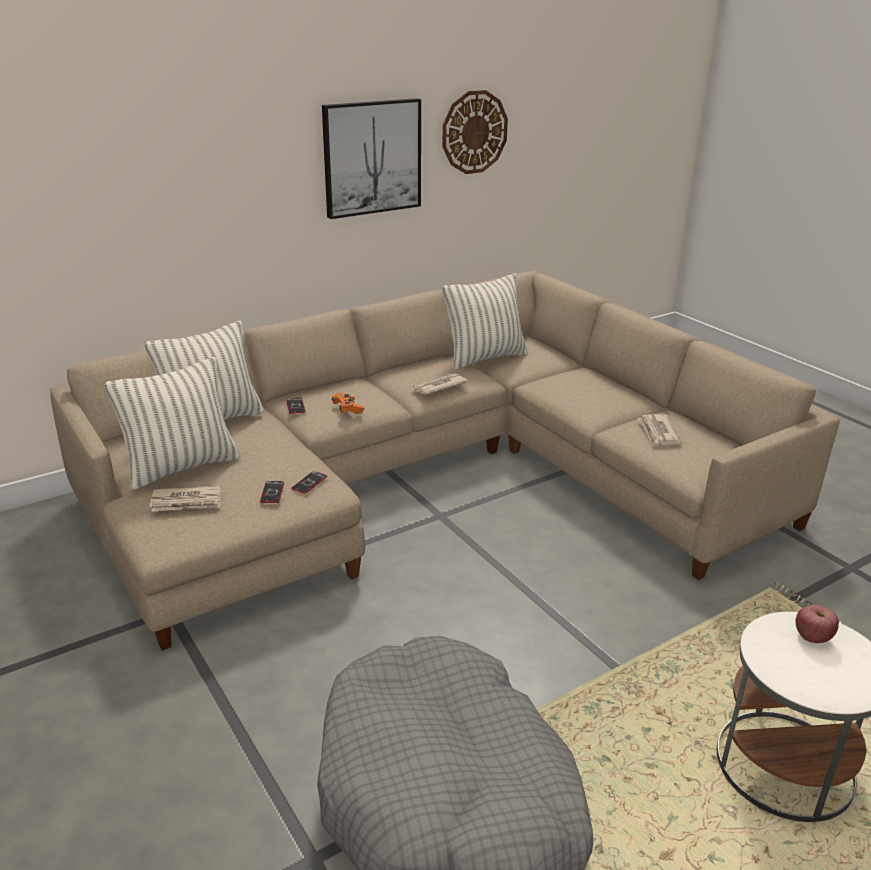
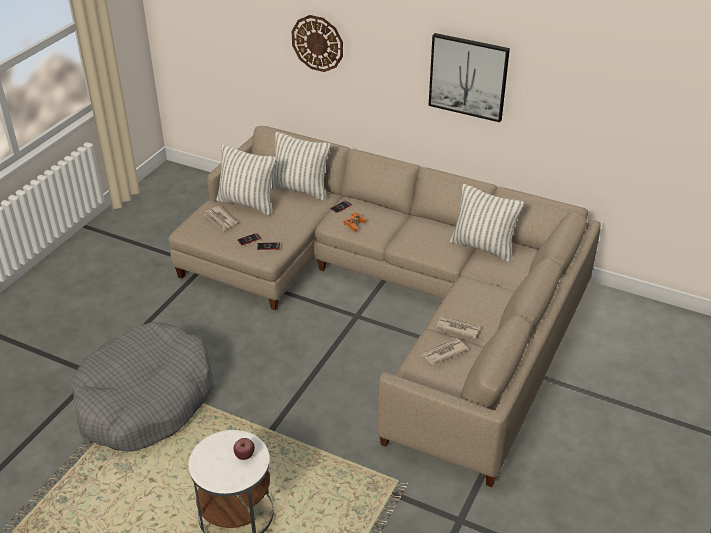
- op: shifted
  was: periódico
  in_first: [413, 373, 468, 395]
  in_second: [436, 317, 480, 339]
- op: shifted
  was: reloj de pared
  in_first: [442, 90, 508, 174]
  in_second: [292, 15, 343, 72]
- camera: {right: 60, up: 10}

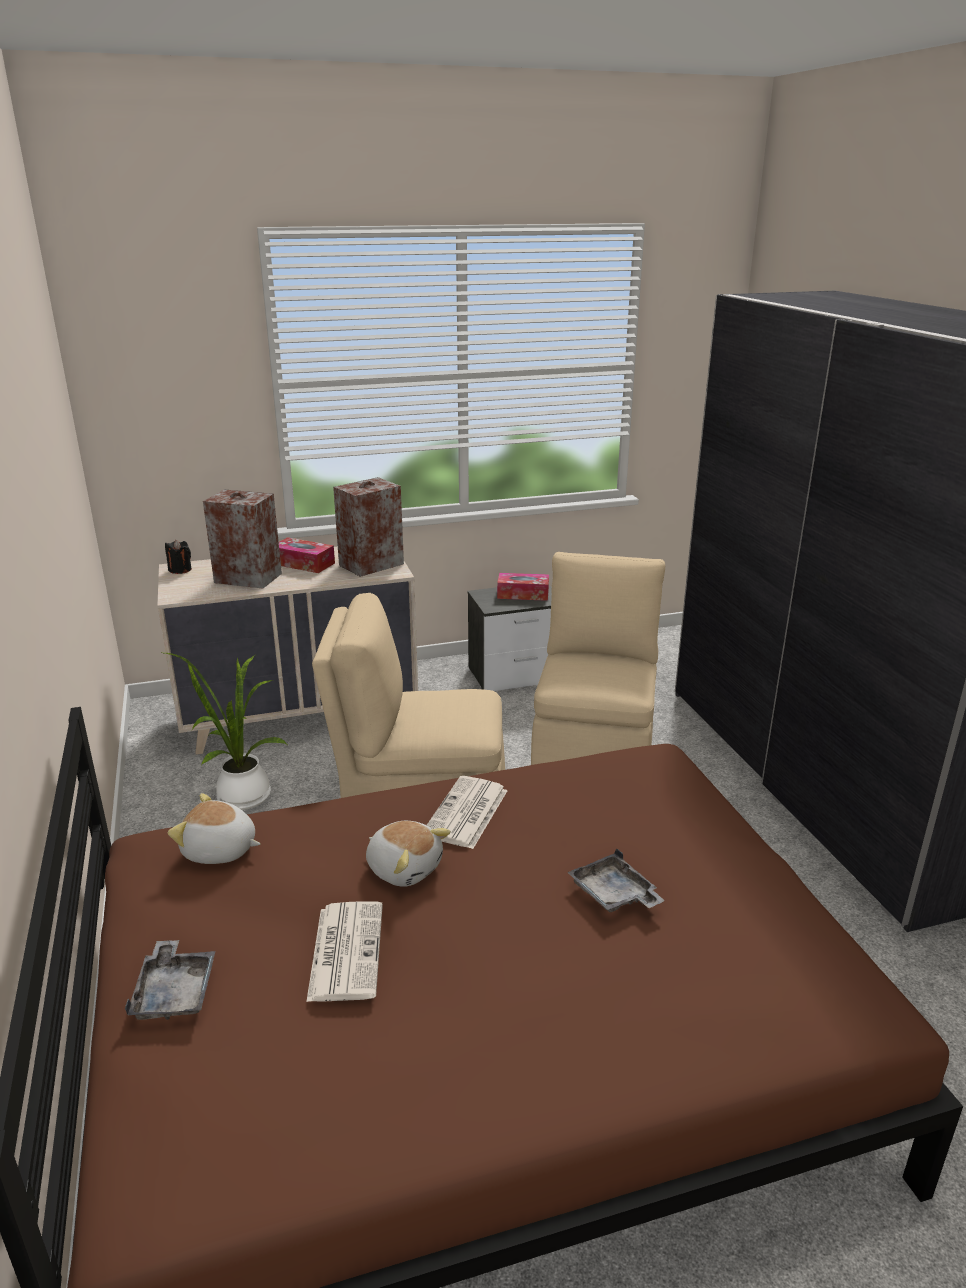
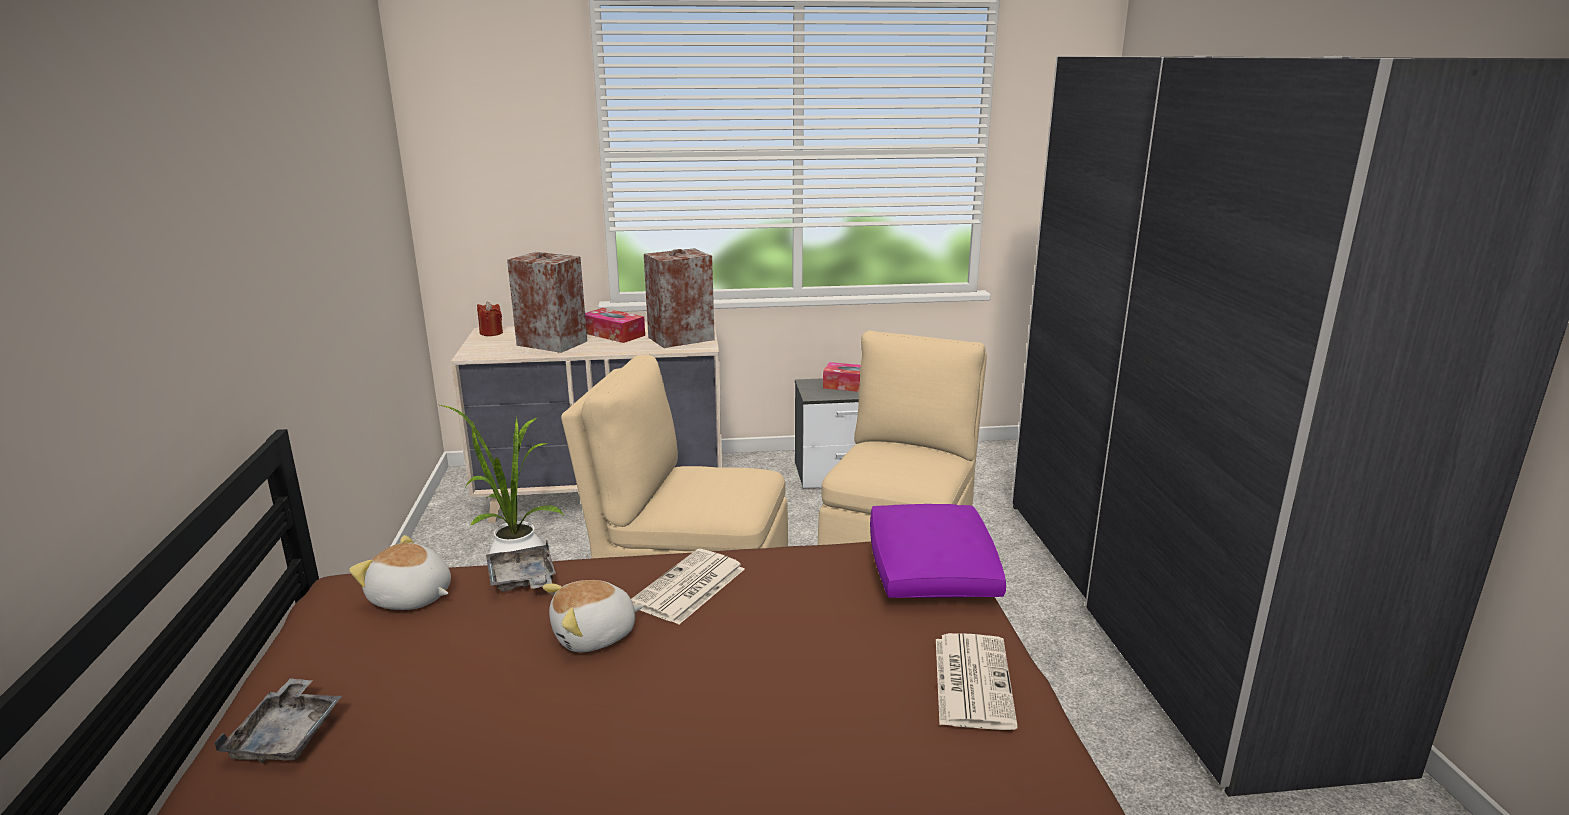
- op: repainted
  was: vela (negro)
  now: vela (rojo)
  in_first: [165, 540, 192, 574]
  in_second: [477, 302, 503, 336]
- op: shifted
  was: periódico
  in_first: [306, 901, 383, 1002]
  in_second: [936, 633, 1018, 730]
- op: rotated
  was: peluche
  in_first: [366, 821, 451, 887]
  in_second: [543, 580, 644, 652]
  clockwise: 105
- op: shifted
  was: bandeja (gris)
  in_first: [567, 848, 665, 912]
  in_second: [486, 541, 556, 592]
- op: new
  now: cojín (morado)
  in_second: [870, 504, 1006, 598]
- camera: {right: 10, up: -5}

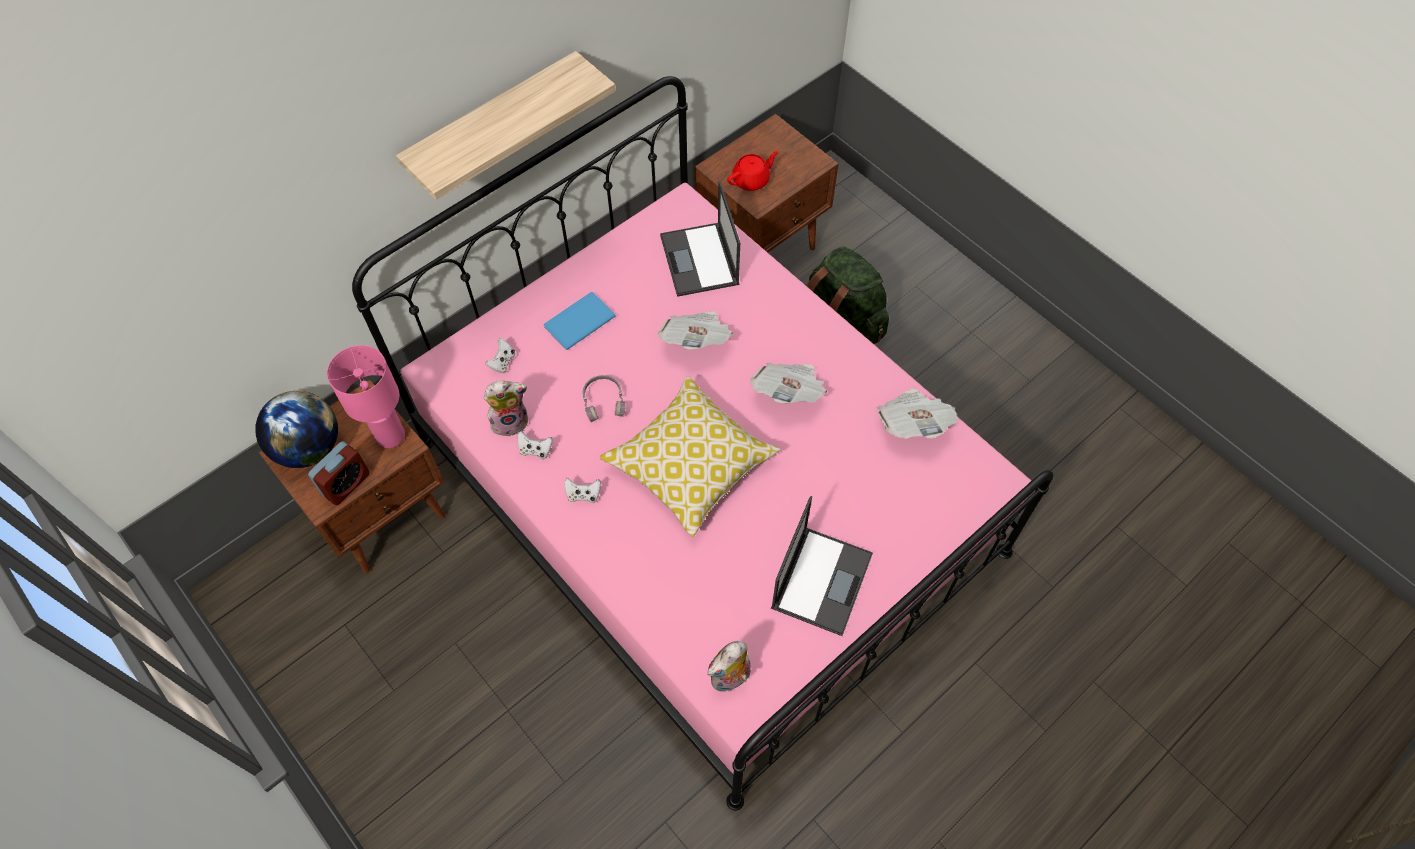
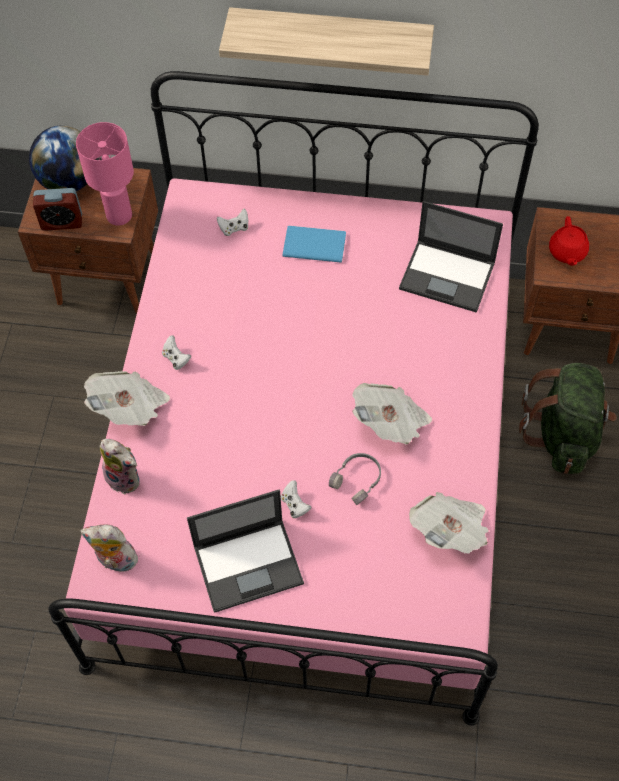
- op: shifted
  was: peluche
  in_first: [483, 381, 528, 437]
  in_second: [100, 439, 139, 495]
- op: shifted
  was: mando de consola (blanco)
  in_first: [518, 431, 553, 459]
  in_second: [281, 480, 311, 519]
- op: shifted
  was: auriculares (gris)
  in_first: [583, 375, 626, 422]
  in_second: [329, 453, 381, 505]
- op: gone
  was: cojín
  in_first: [599, 376, 781, 537]
- op: shifted
  was: periódico
  in_first: [658, 311, 733, 350]
  in_second: [84, 371, 170, 426]
- op: rotated
  was: portátil
  in_first: [660, 181, 740, 297]
  in_second: [399, 201, 503, 312]
  clockwise: -105
- op: rotated
  was: tetera (rojo)
  in_first: [727, 151, 778, 191]
  in_second: [549, 216, 589, 266]
  clockwise: 75
- camera: {right: 50, up: 0}

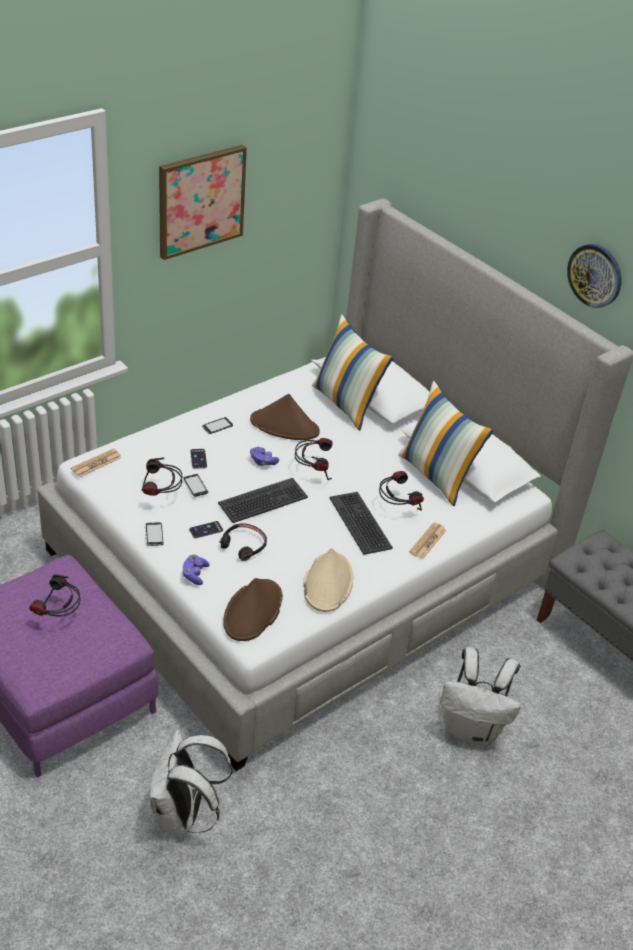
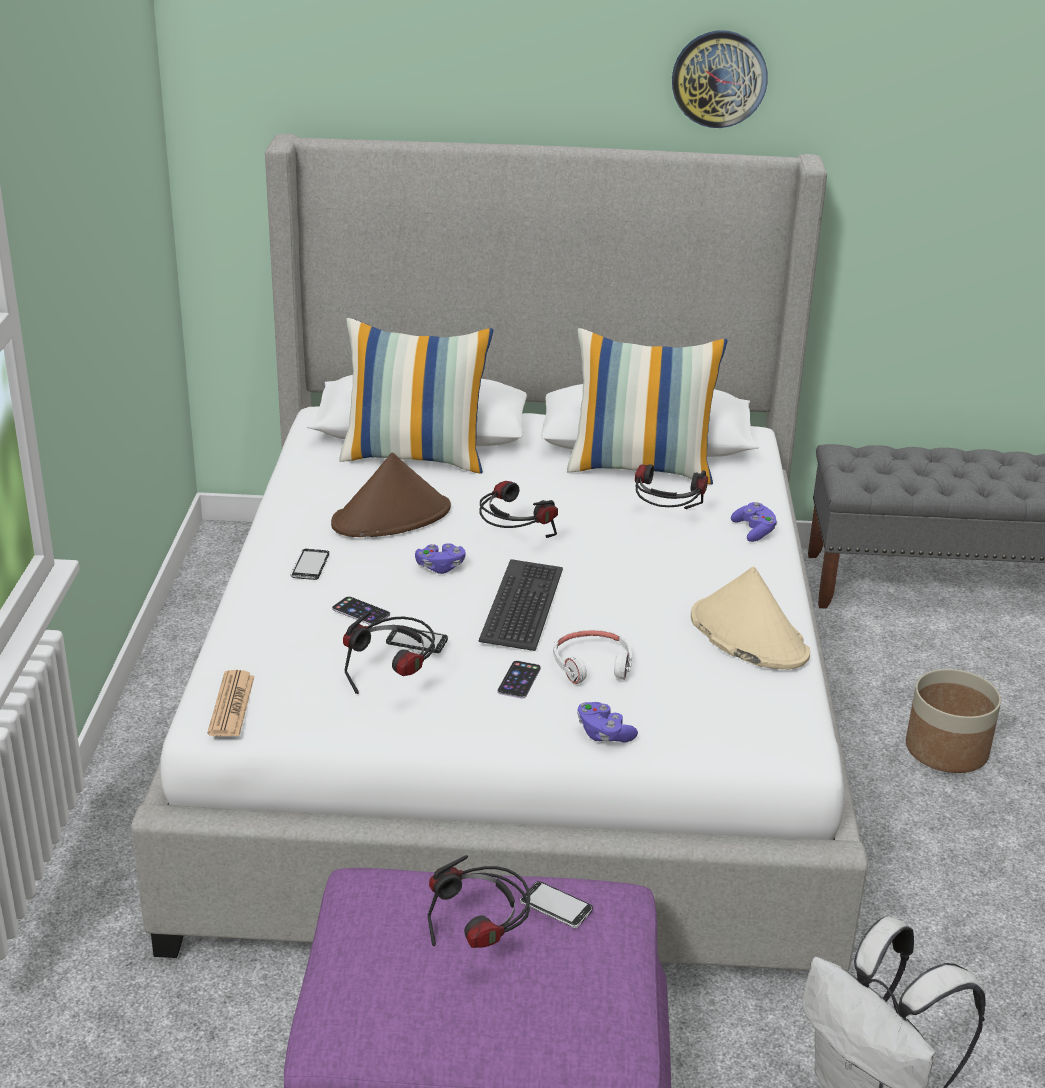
- op: shifted
  was: móvil
  in_first: [145, 522, 163, 546]
  in_second: [520, 881, 593, 928]
- op: gone
  was: cuadro
  in_first: [159, 145, 247, 260]
- op: repainted
  was: auriculares (negro)
  now: auriculares (blanco)
  in_first: [220, 523, 267, 561]
  in_second: [553, 629, 632, 684]
- op: gone
  was: sombrero (marrón)
  in_first: [223, 578, 283, 641]
- op: gone
  was: teclado
  in_first: [329, 492, 393, 555]
- op: swapped
  was: periódico
  now: mando de consola (morado)
  in_first: [409, 522, 447, 560]
  in_second: [731, 502, 777, 542]
- op: swapped
  was: mochila (blanco)
  now: maceta
  in_first: [440, 647, 521, 746]
  in_second: [906, 669, 1001, 773]
- camera: {right: -45, up: -10}

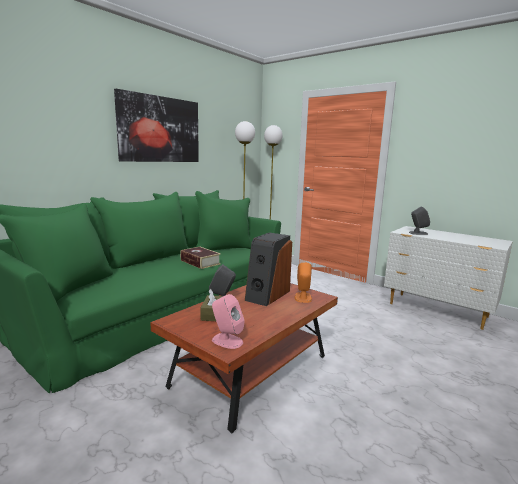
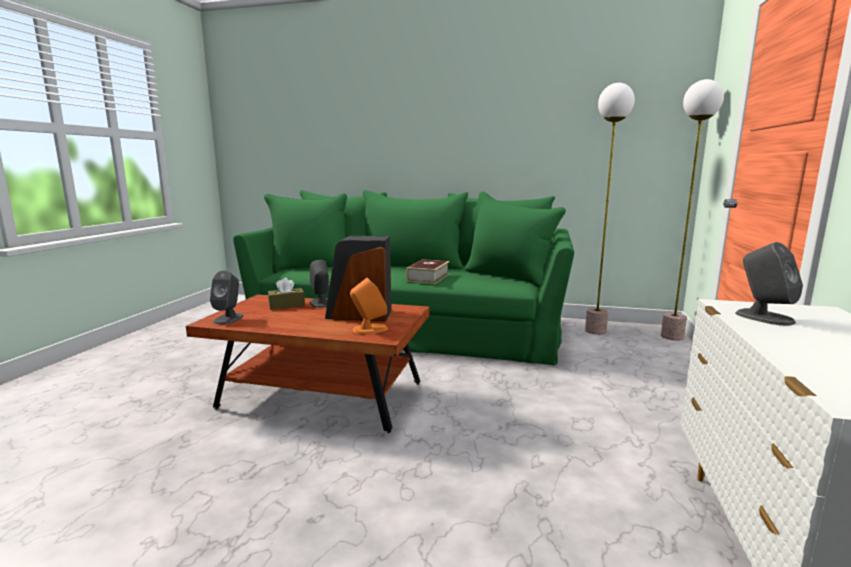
- op: gone
  was: cuadro
  in_first: [114, 89, 199, 162]
- op: repainted
  was: altavoz (rosa)
  now: altavoz (gris)
  in_first: [212, 294, 245, 349]
  in_second: [210, 270, 243, 324]
- camera: {right: 65, up: 0}

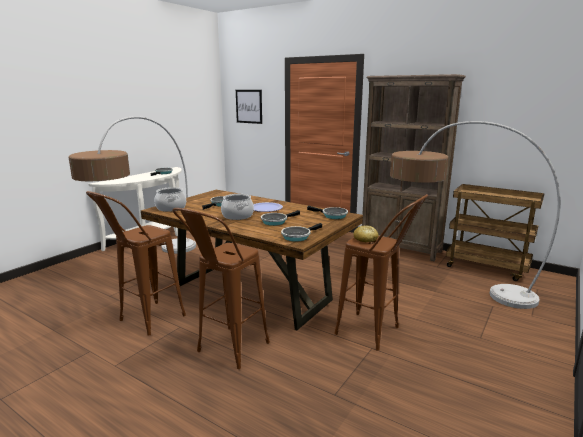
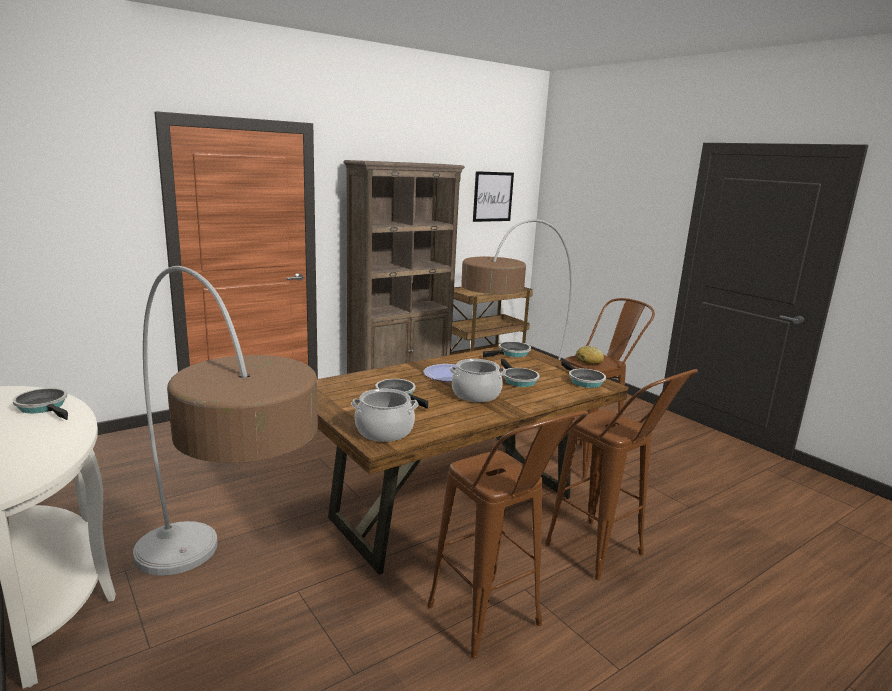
- op: shifted
  was: cuadro
  in_first: [236, 90, 262, 124]
  in_second: [473, 171, 514, 222]
- camera: {right: -70, up: 0}

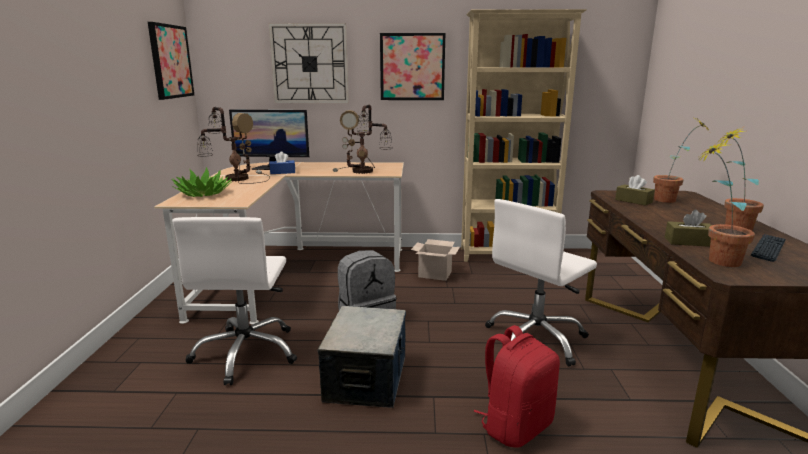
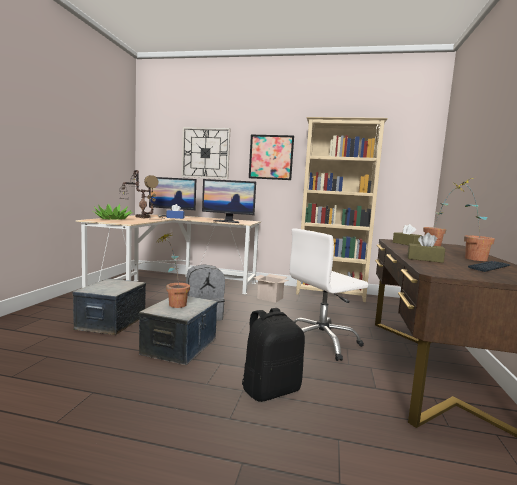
- op: gone
  was: cuadro
  in_first: [148, 22, 194, 100]
- op: swapped
  was: silla de oficina (blanco)
  now: caja de almacenaje
  in_first: [172, 217, 297, 385]
  in_second: [73, 278, 146, 335]
- op: swapped
  was: lámpara de mesa
  now: monitor
  in_first: [333, 104, 393, 174]
  in_second: [202, 179, 256, 223]
- op: repainted
  was: mochila (rojo)
  now: mochila (negro)
  in_first: [473, 325, 560, 448]
  in_second: [242, 308, 305, 402]
- op: shifted
  was: planta en maceta
  in_first: [698, 142, 755, 267]
  in_second: [159, 232, 190, 308]
- camera: {right: 10, up: -10}

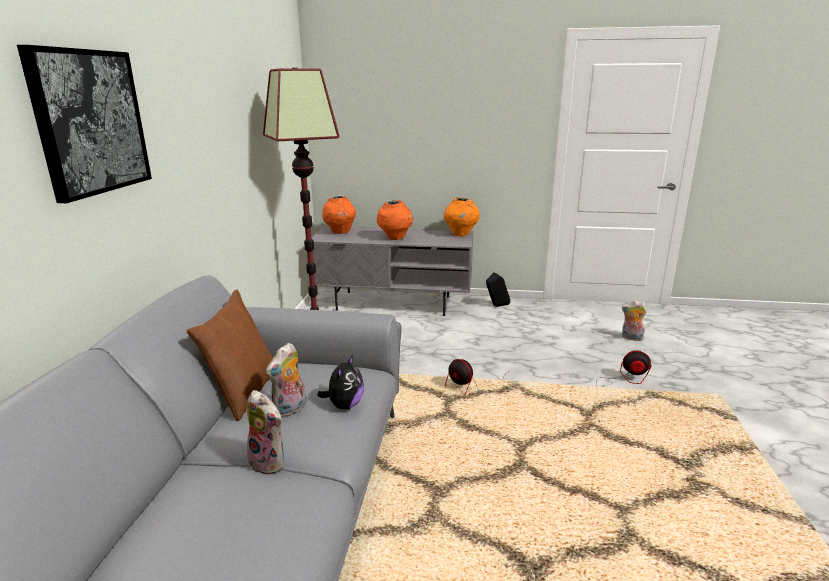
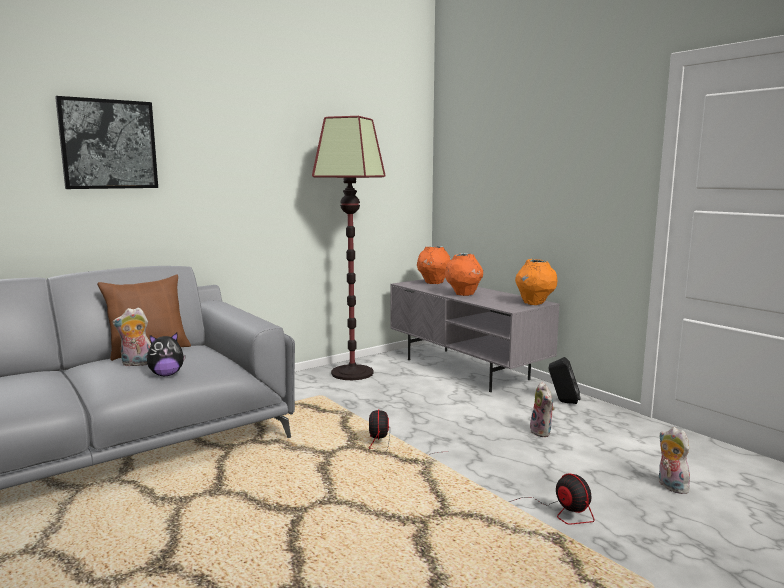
- op: shifted
  was: peluche
  in_first: [246, 390, 284, 475]
  in_second: [530, 382, 555, 437]
- camera: {right: 45, up: -10}

